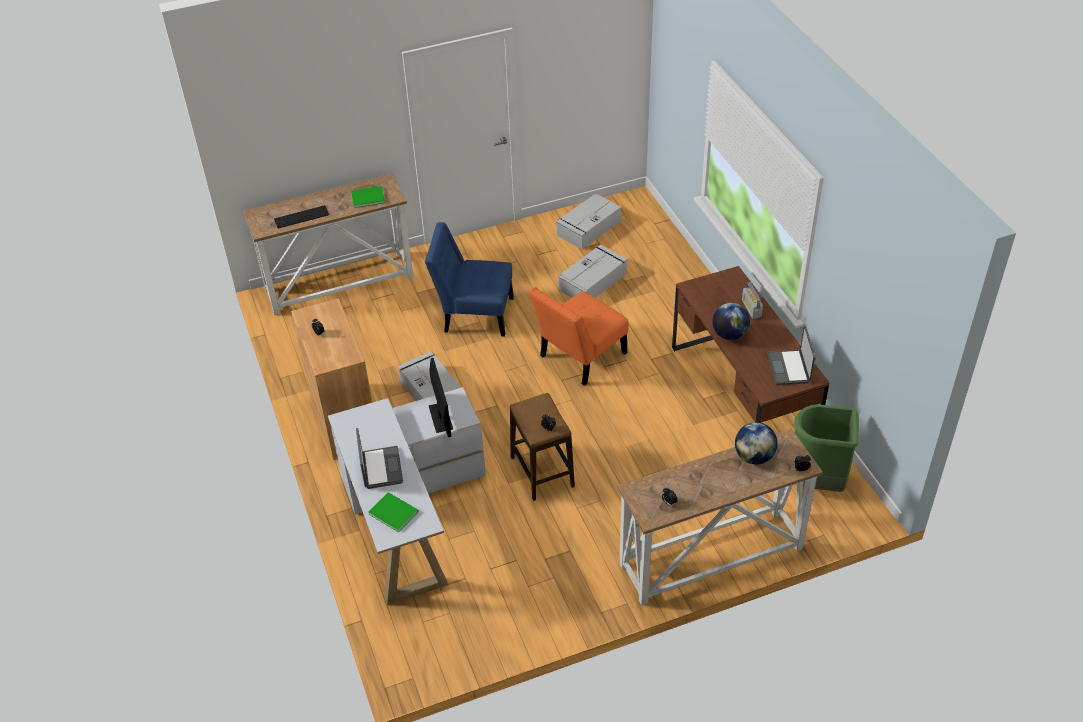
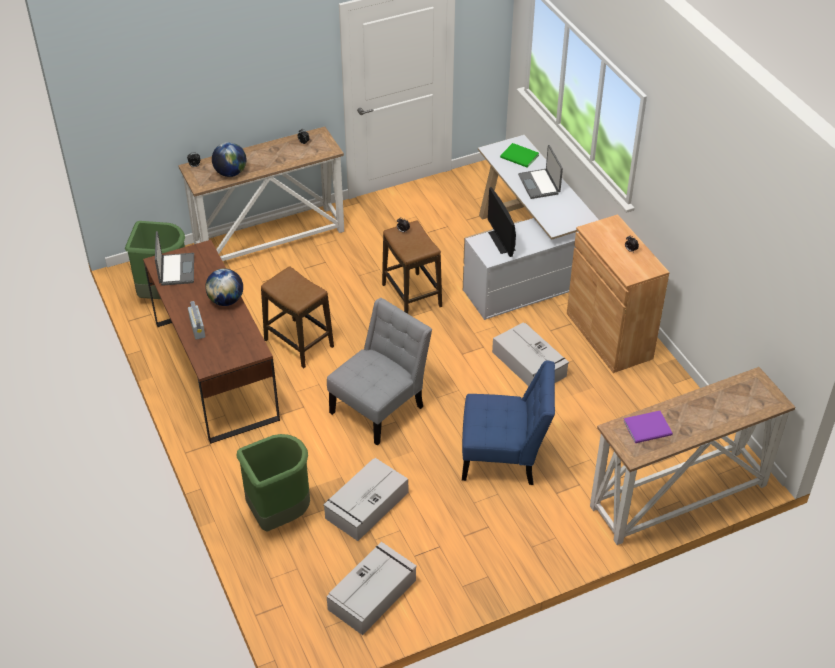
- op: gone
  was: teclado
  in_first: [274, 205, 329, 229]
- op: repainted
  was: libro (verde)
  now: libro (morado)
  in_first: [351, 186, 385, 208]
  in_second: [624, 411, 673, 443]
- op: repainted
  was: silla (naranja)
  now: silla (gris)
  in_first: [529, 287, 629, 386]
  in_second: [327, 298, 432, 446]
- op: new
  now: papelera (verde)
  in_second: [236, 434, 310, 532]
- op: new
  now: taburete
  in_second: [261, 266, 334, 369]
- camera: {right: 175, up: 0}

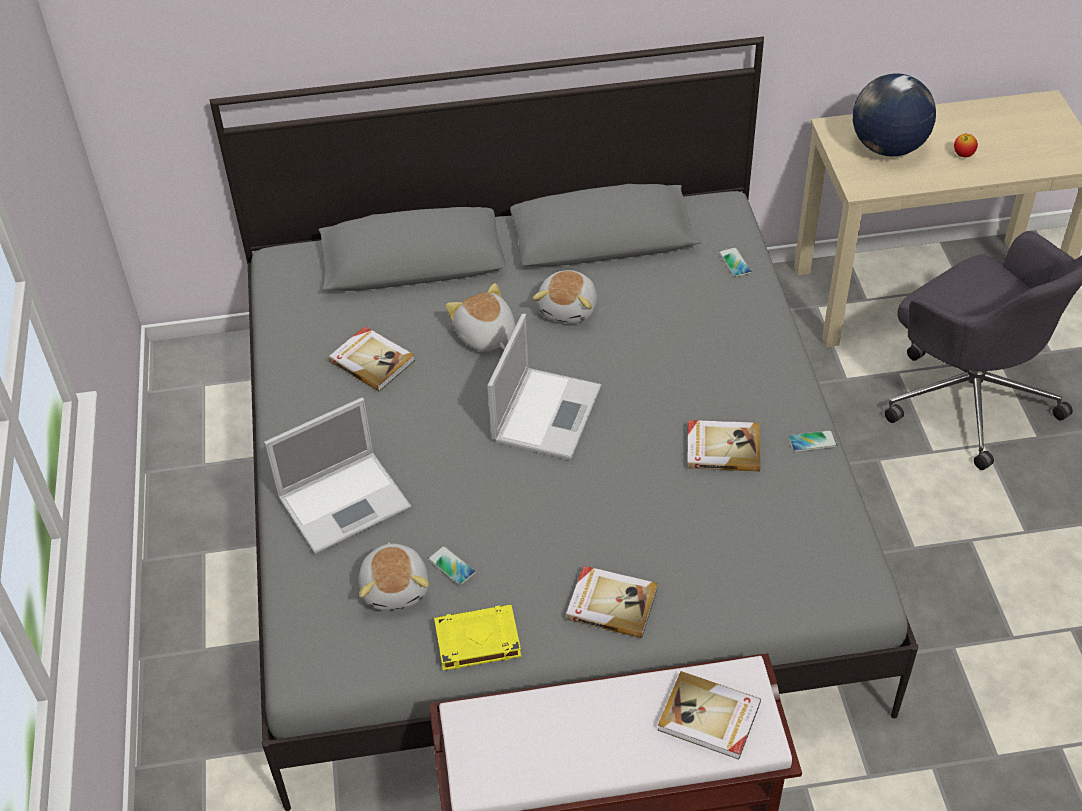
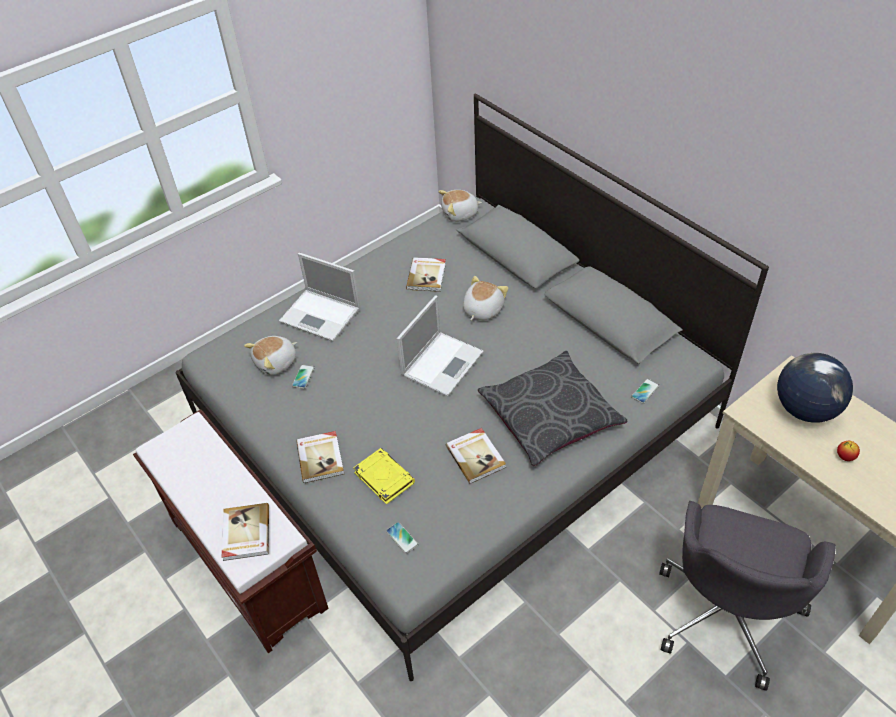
- op: shifted
  was: libro (amarillo)
  in_first: [434, 604, 521, 671]
  in_second: [353, 448, 415, 505]
- op: rotated
  was: portátil
  in_first: [487, 314, 601, 460]
  in_second: [396, 295, 484, 397]
  clockwise: -45
- op: shifted
  was: peluche
  in_first: [533, 270, 597, 323]
  in_second: [438, 190, 482, 222]
- op: shifted
  was: móvil
  in_first: [788, 430, 837, 452]
  in_second: [386, 522, 419, 554]
- op: new
  now: cojín (gris)
  in_second: [478, 351, 628, 466]
- camera: {right: 60, up: 0}

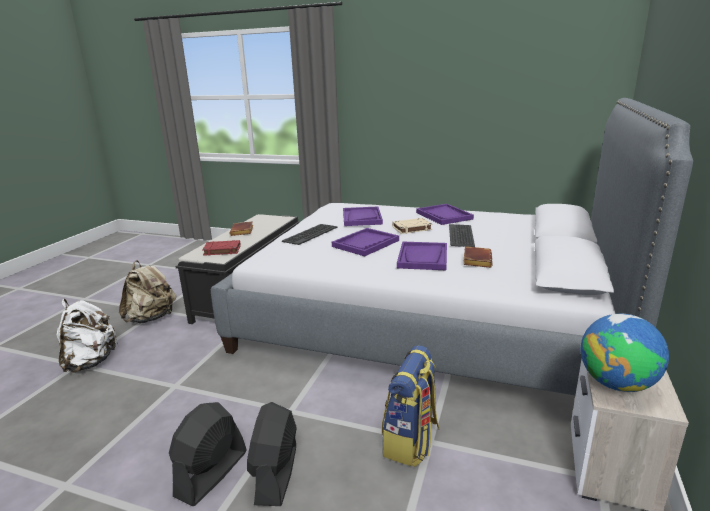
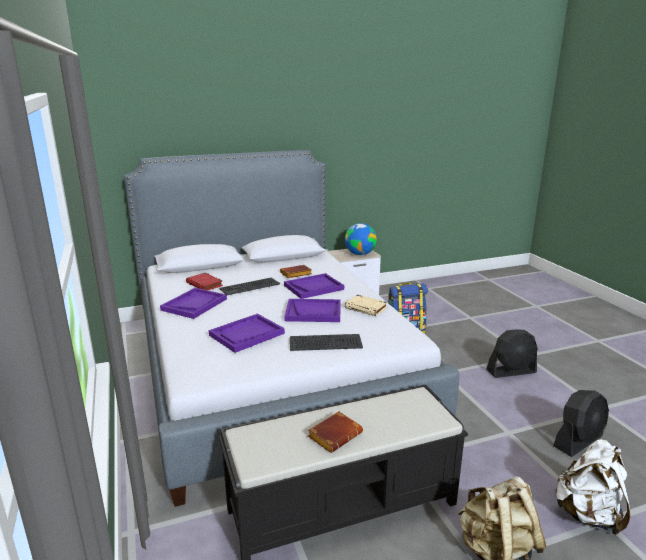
- op: shifted
  was: libro (rojo)
  in_first: [202, 240, 241, 256]
  in_second: [186, 273, 223, 290]
- op: shifted
  was: ventilador (negro)
  in_first: [247, 402, 297, 506]
  in_second: [553, 390, 609, 457]
- op: shifted
  was: libro (beis)
  in_first: [392, 218, 432, 234]
  in_second: [345, 295, 388, 316]
- camera: {right: -130, up: 0}

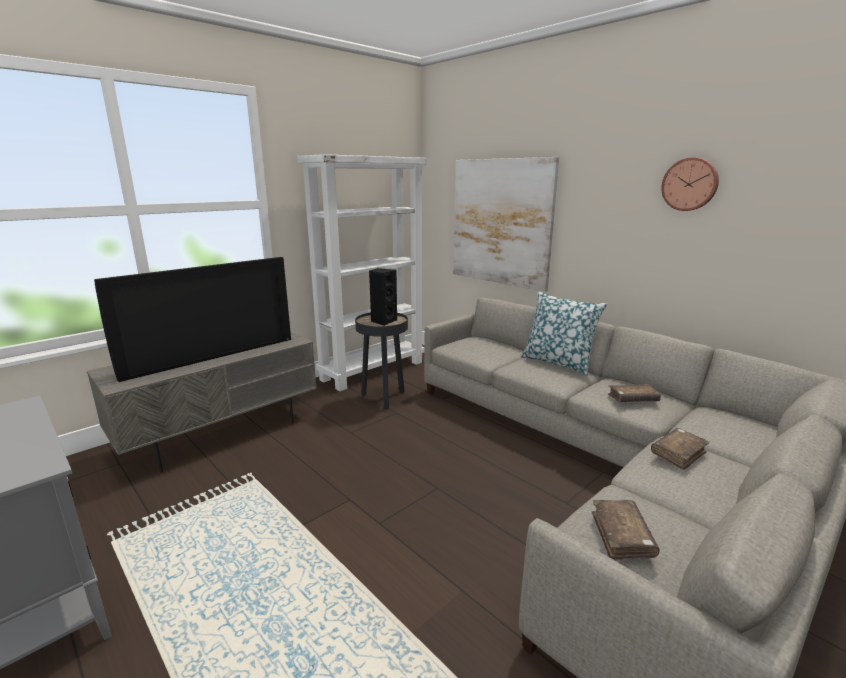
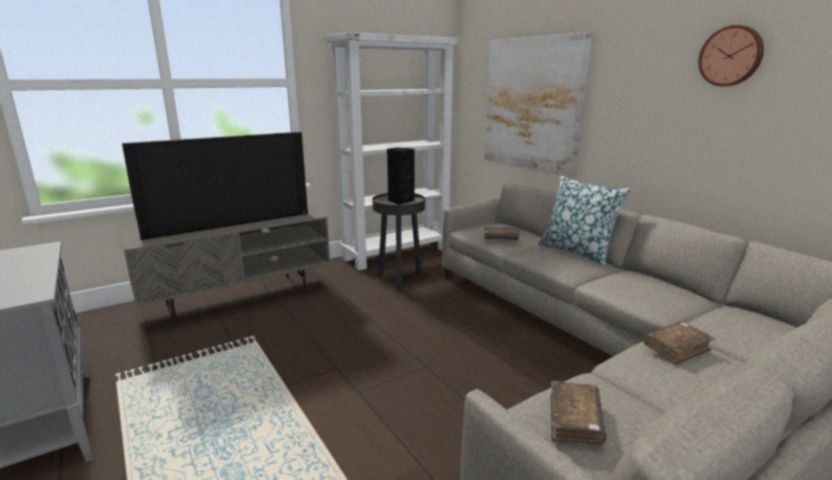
- op: shifted
  was: libro (marrón)
  in_first: [608, 384, 661, 402]
  in_second: [484, 228, 519, 240]
- camera: {right: 10, up: 0}

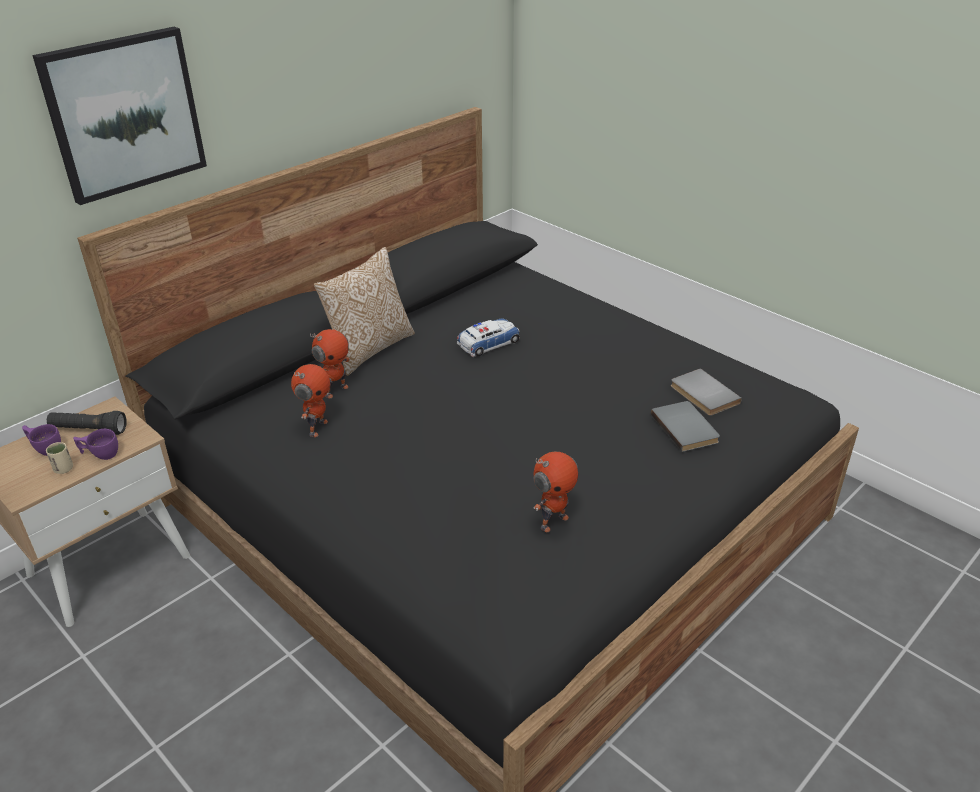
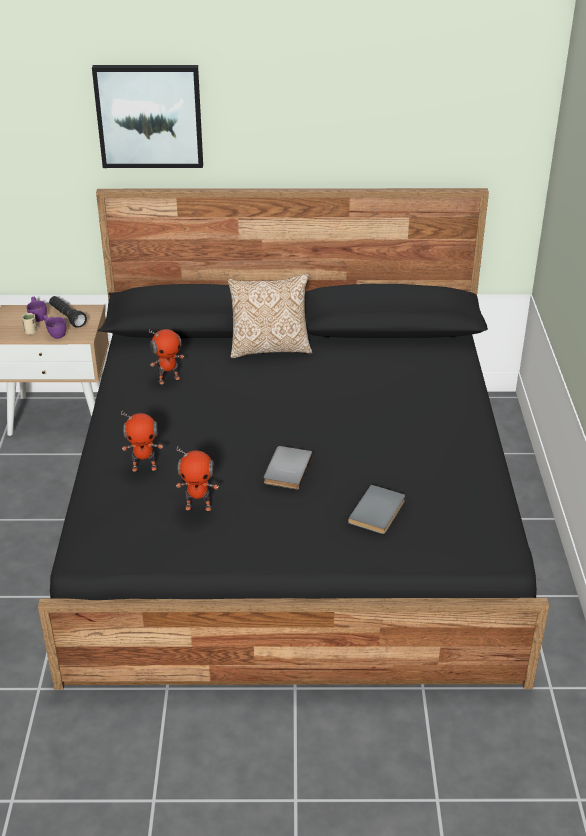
- op: shifted
  was: robot de juguete
  in_first: [310, 329, 350, 398]
  in_second: [121, 410, 163, 472]
- op: gone
  was: coche de juguete
  in_first: [457, 318, 520, 357]
- op: shifted
  was: libro (gris)
  in_first: [671, 368, 742, 416]
  in_second: [264, 446, 313, 490]
- camera: {right: 45, up: 0}

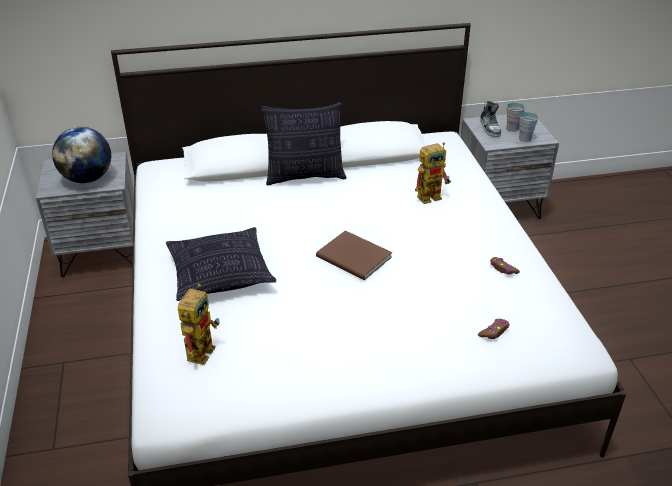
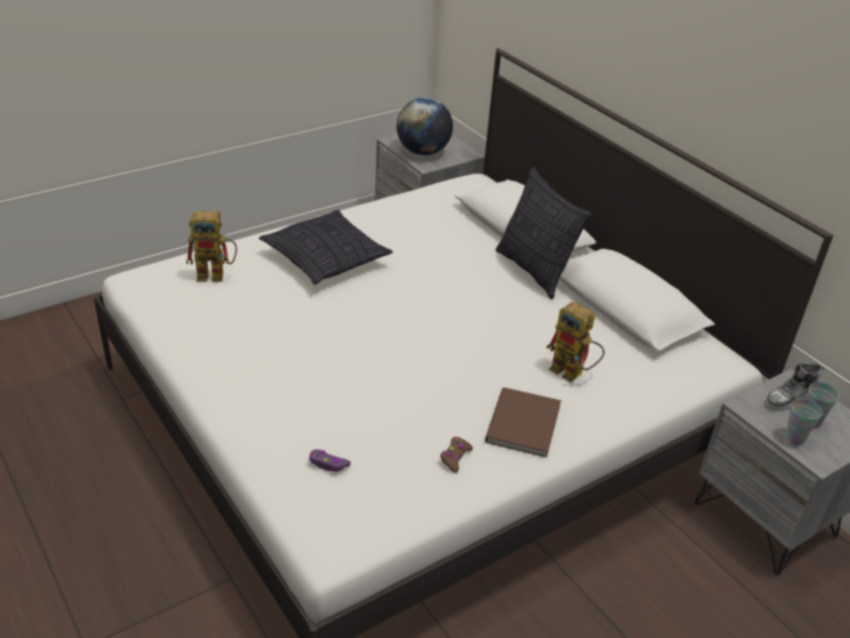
- op: shifted
  was: libro (marrón)
  in_first: [316, 230, 392, 280]
  in_second: [485, 387, 561, 458]
- op: repainted
  was: mando de consola (marrón)
  now: mando de consola (morado)
  in_first: [478, 319, 510, 339]
  in_second: [309, 449, 351, 472]
- camera: {right: 65, up: 0}

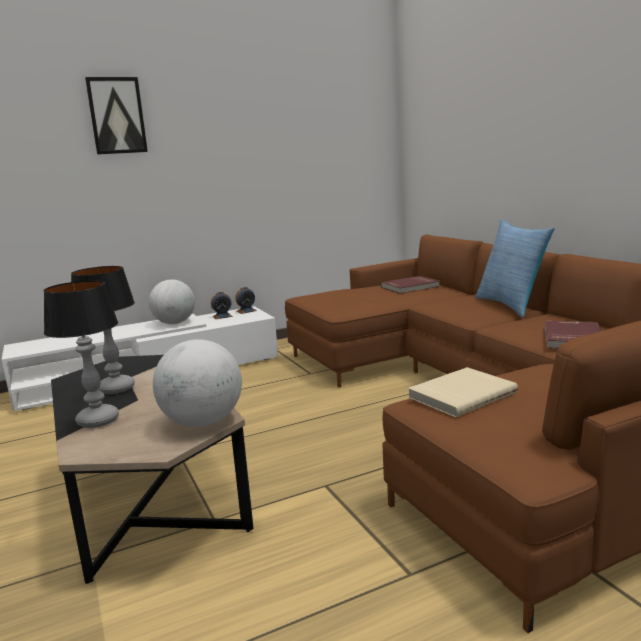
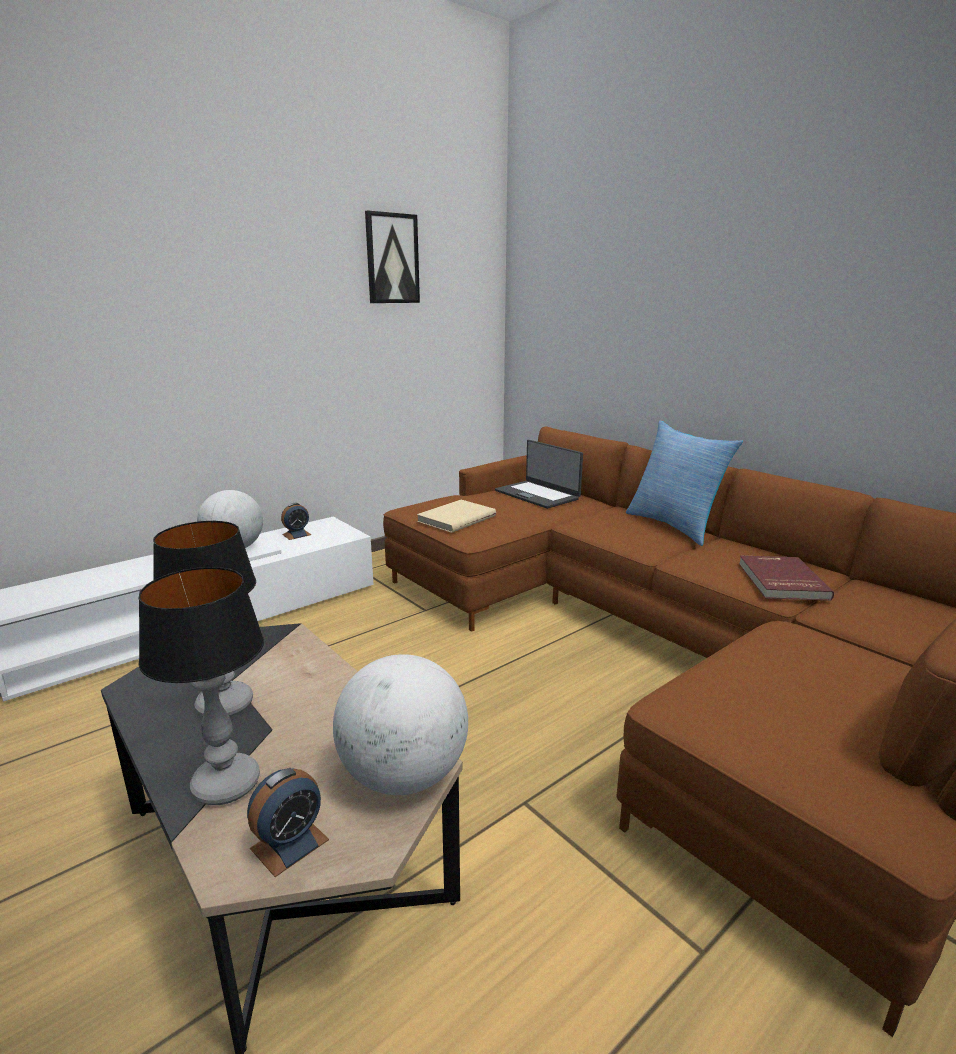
- op: shifted
  was: cuadro
  in_first: [85, 77, 148, 155]
  in_second: [365, 210, 420, 303]
- op: shifted
  was: despertador
  in_first: [235, 287, 257, 314]
  in_second: [247, 768, 329, 877]
- op: swapped
  was: libro (rojo)
  now: portátil
  in_first: [381, 276, 440, 294]
  in_second: [495, 440, 583, 509]
- op: shifted
  was: libro (beis)
  in_first: [408, 367, 518, 418]
  in_second: [417, 500, 496, 533]
- camera: {right: -15, up: 5}

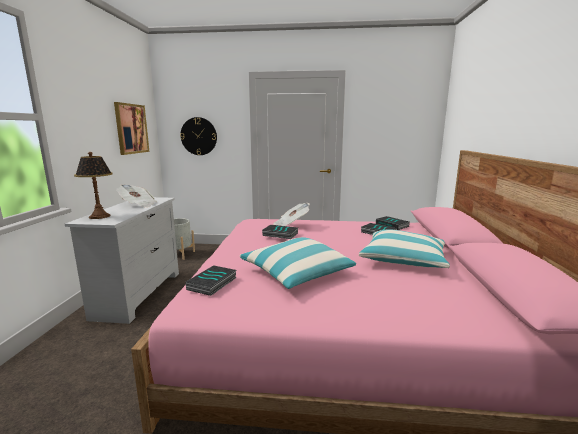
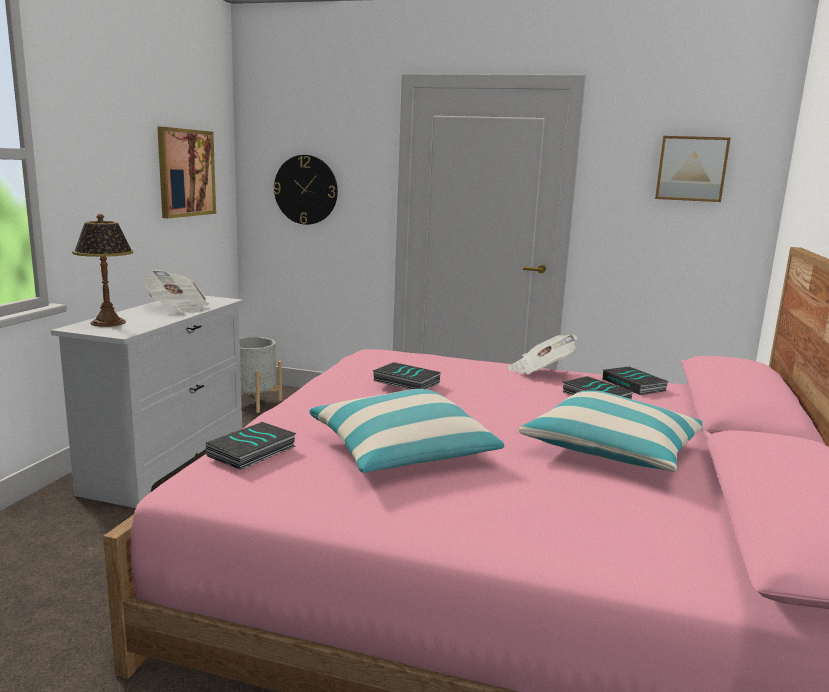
- op: shifted
  was: periódico
  in_first: [273, 203, 310, 226]
  in_second: [507, 335, 578, 375]
- op: new
  now: cuadro
  in_second: [655, 136, 731, 202]
- camera: {right: 10, up: 0}

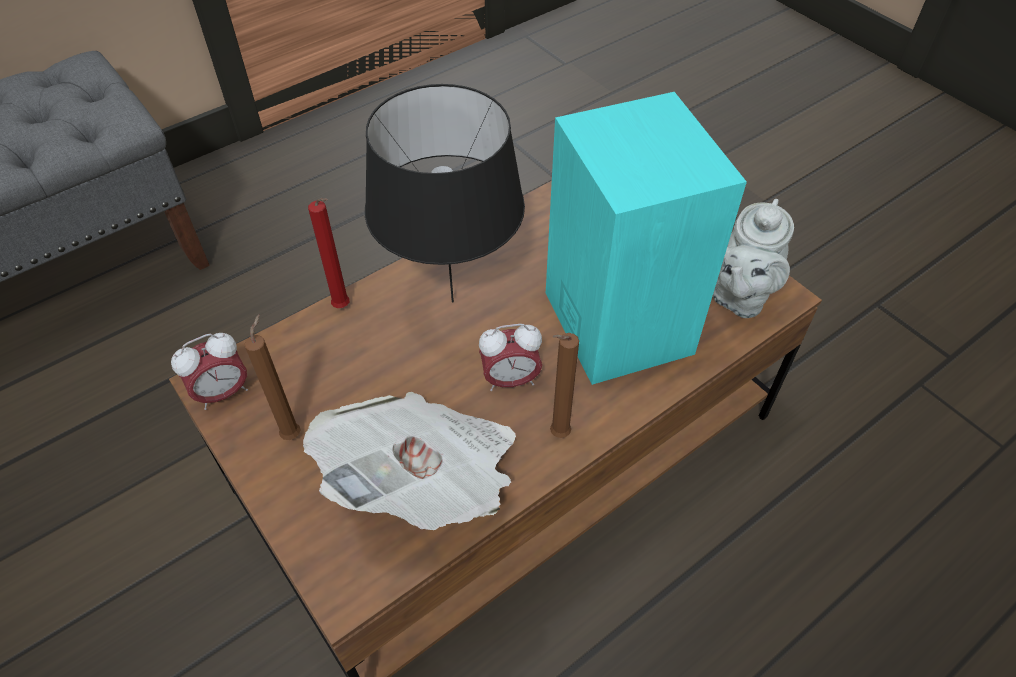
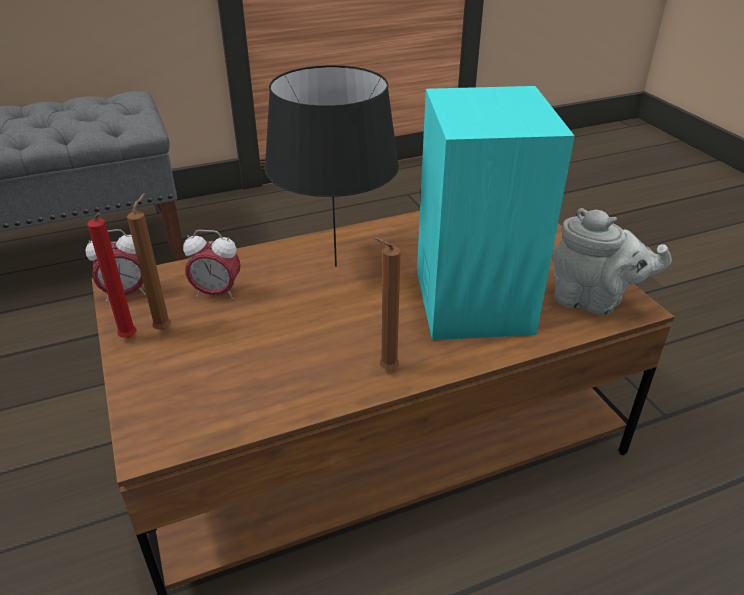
- op: gone
  was: periódico
  in_first: [303, 392, 516, 530]
- op: shifted
  was: vela (rojo)
  in_first: [308, 198, 350, 308]
  in_second: [87, 213, 137, 338]
- op: shifted
  was: despertador
  in_first: [479, 324, 542, 391]
  in_second: [183, 230, 241, 299]
- op: rotated
  was: tetera (gris)
  in_first: [713, 199, 794, 318]
  in_second: [553, 208, 672, 315]
  clockwise: -105
- camera: {right: 15, up: -15}

